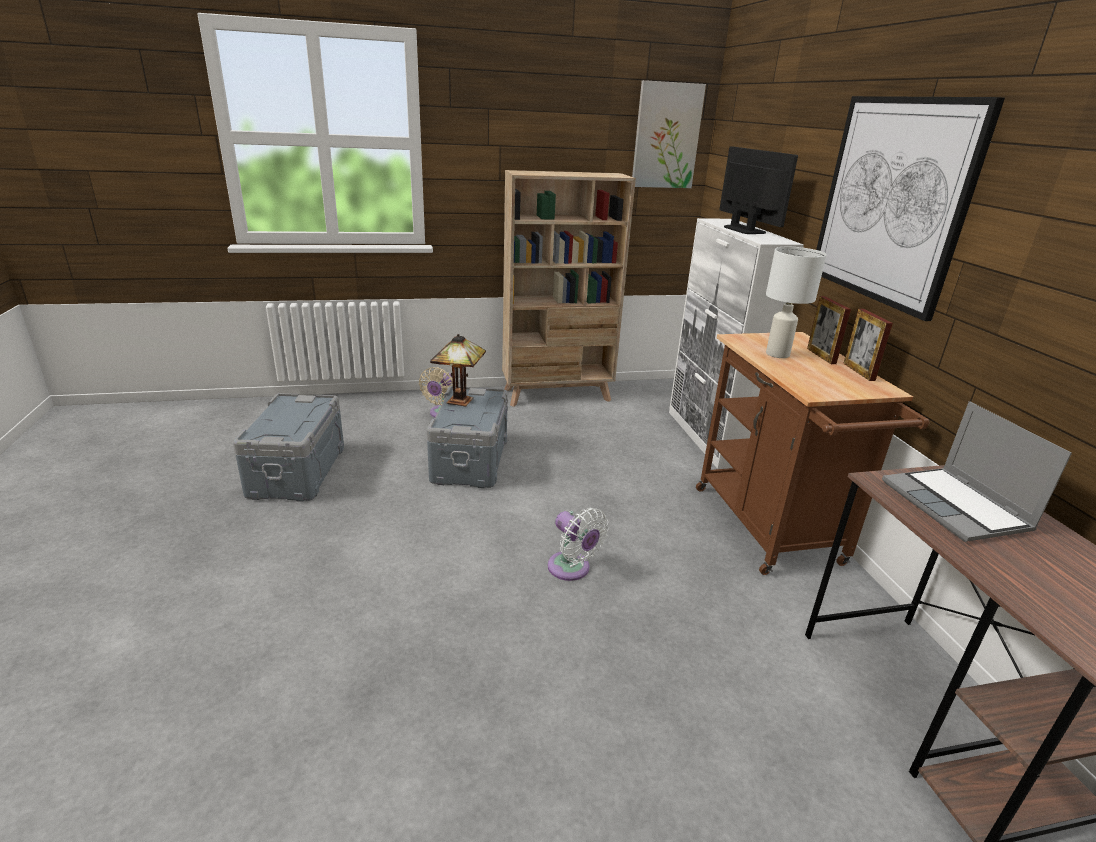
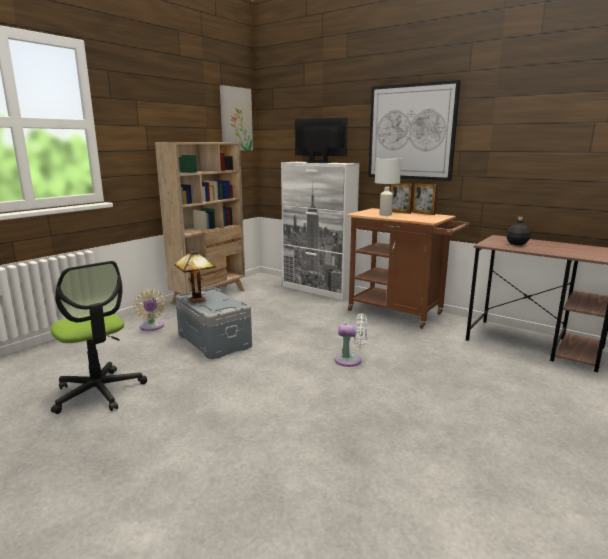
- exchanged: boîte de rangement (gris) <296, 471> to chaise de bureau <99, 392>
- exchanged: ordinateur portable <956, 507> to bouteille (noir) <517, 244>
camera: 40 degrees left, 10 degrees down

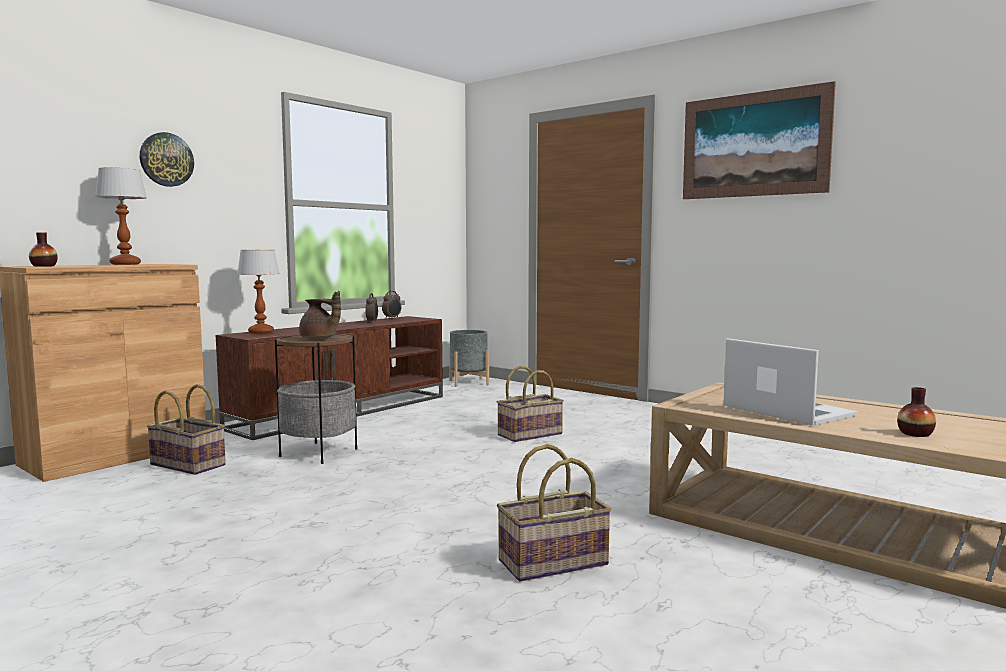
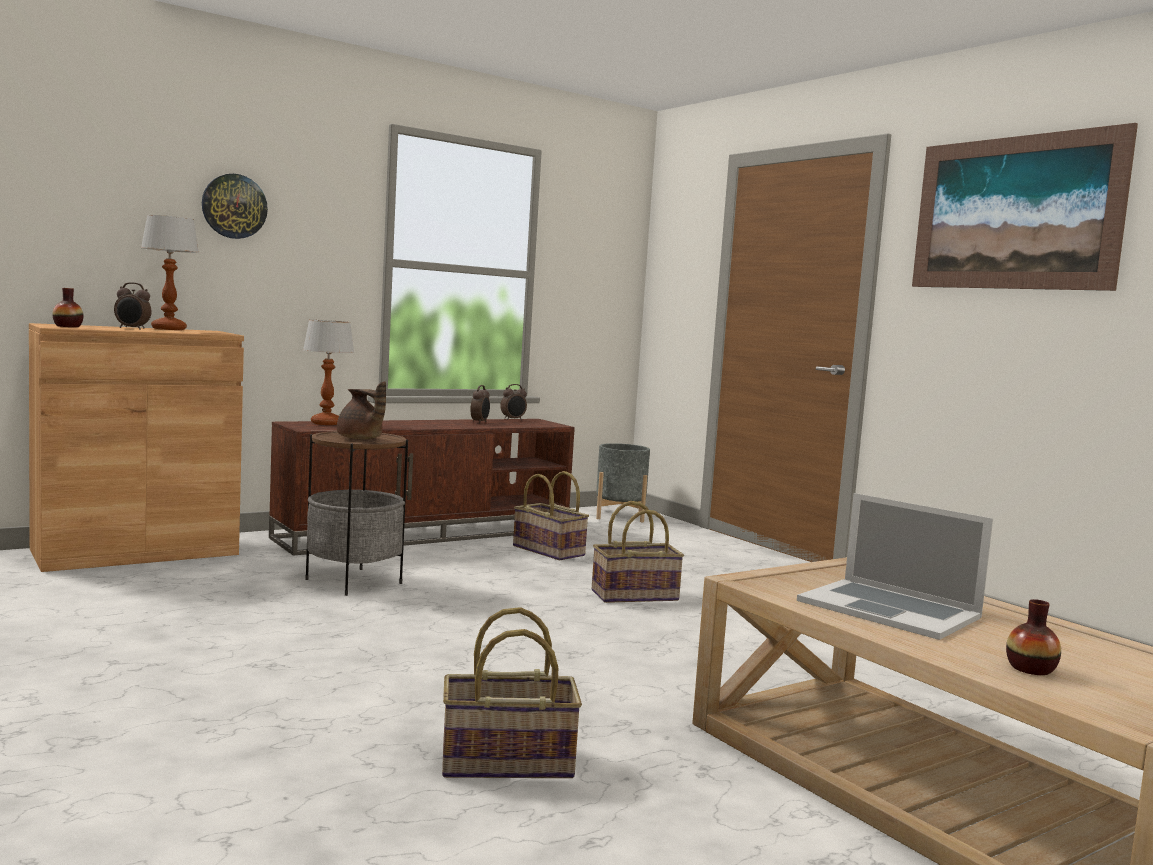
- relocated: panier <189, 464> to <549, 550>
- spun: ordinateur portable <787, 410> = <889, 609> 150 degrees clockwise
- appeared: réveil <132, 329>
camera: 15 degrees right, 0 degrees up

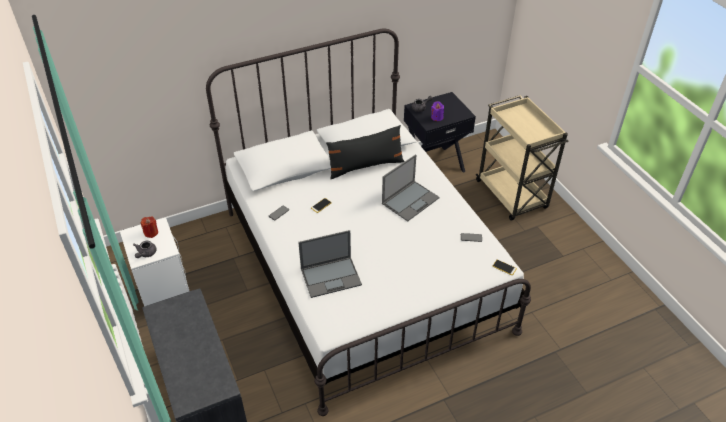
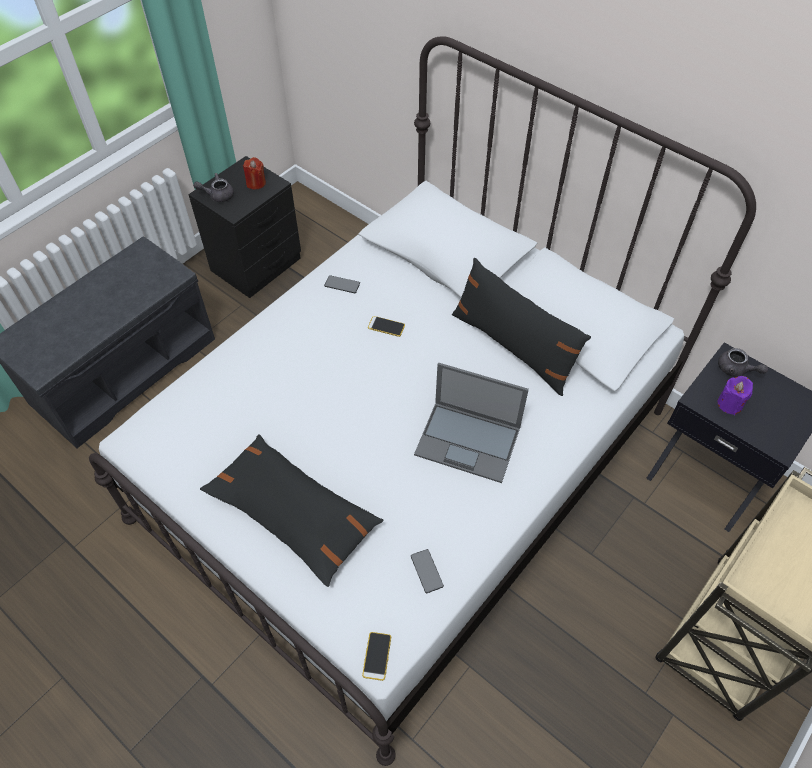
- colour: table de chevet (blanc) <164, 290> to table de chevet (noir) <258, 264>
- missing: ordinateur portable <331, 276>
- appeared: coussin (noir) <293, 513>
camera: 65 degrees right, 10 degrees up

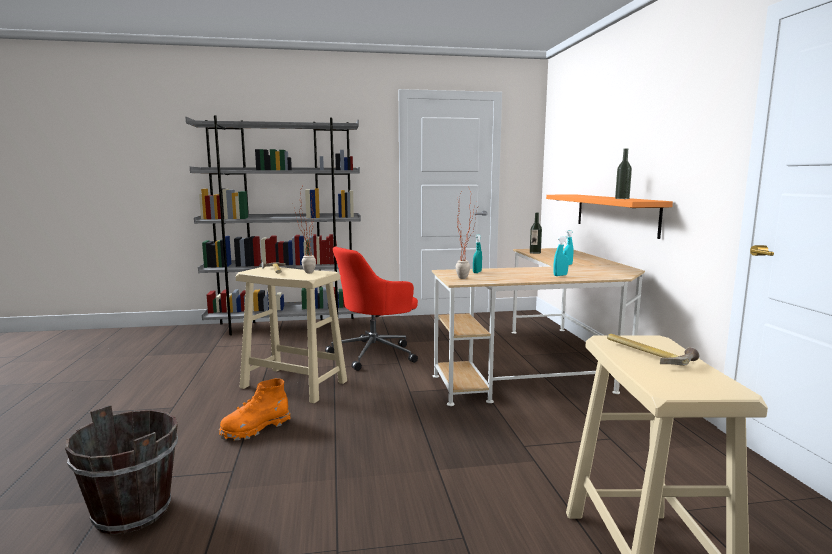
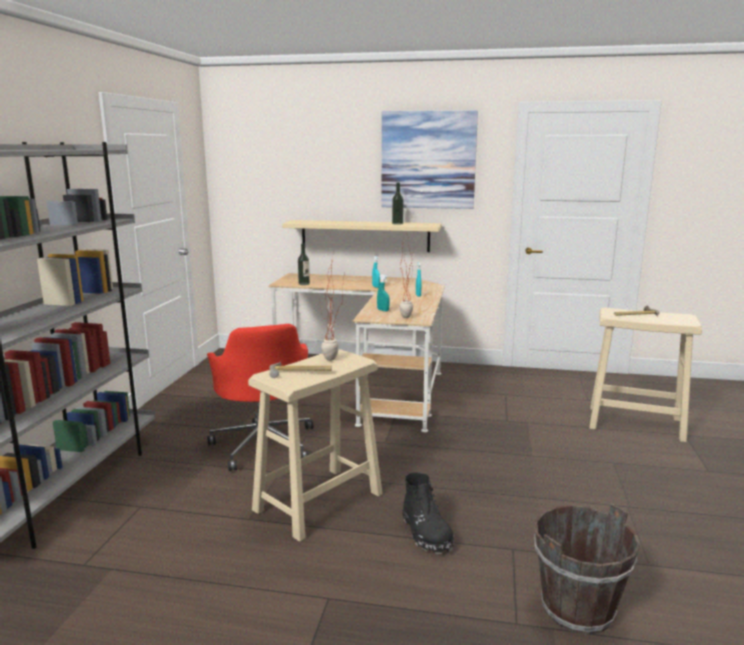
- colour: botte (orange) <255, 428> to botte (noir) <426, 533>
- colour: étagère (orange) <615, 213> to étagère (beige) <365, 235>
- appeared: tableau <428, 160>
camera: 70 degrees left, 5 degrees up

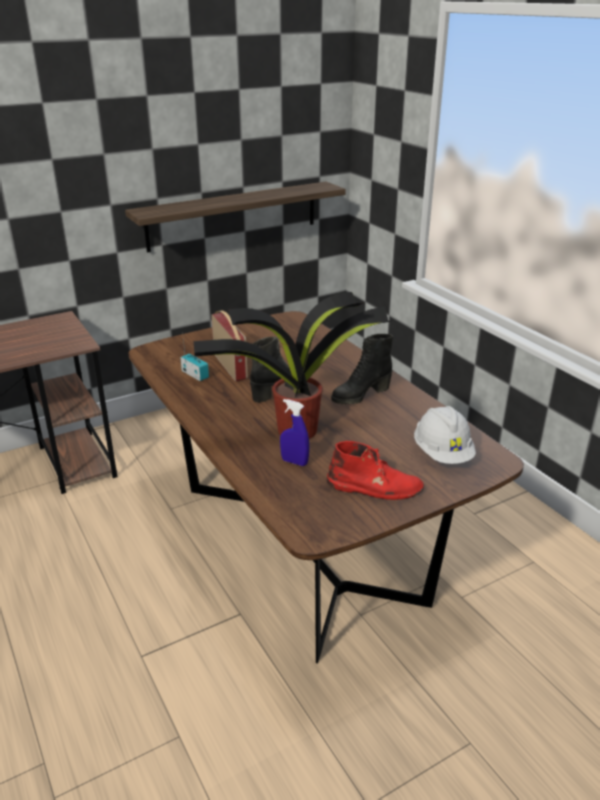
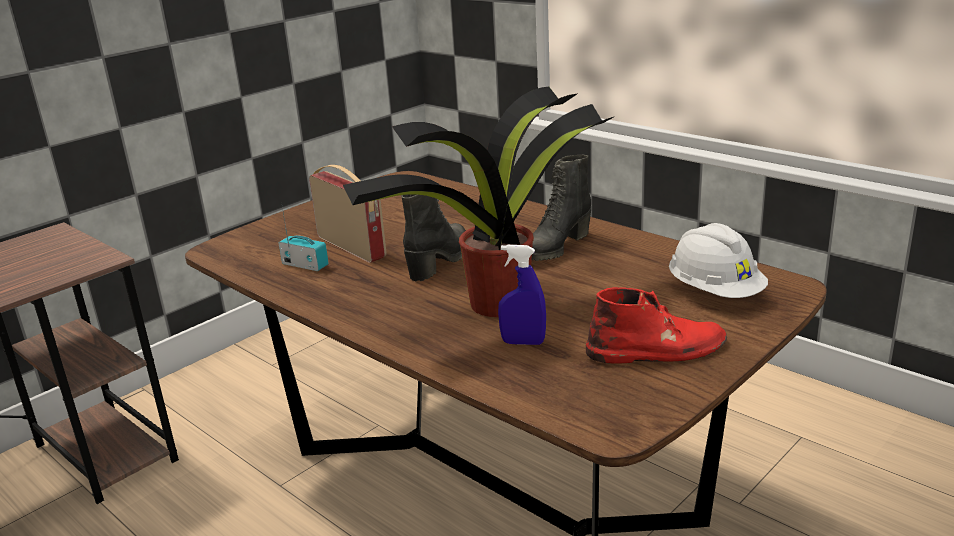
- missing: étagère <233, 216>
camera: 15 degrees left, 5 degrees down

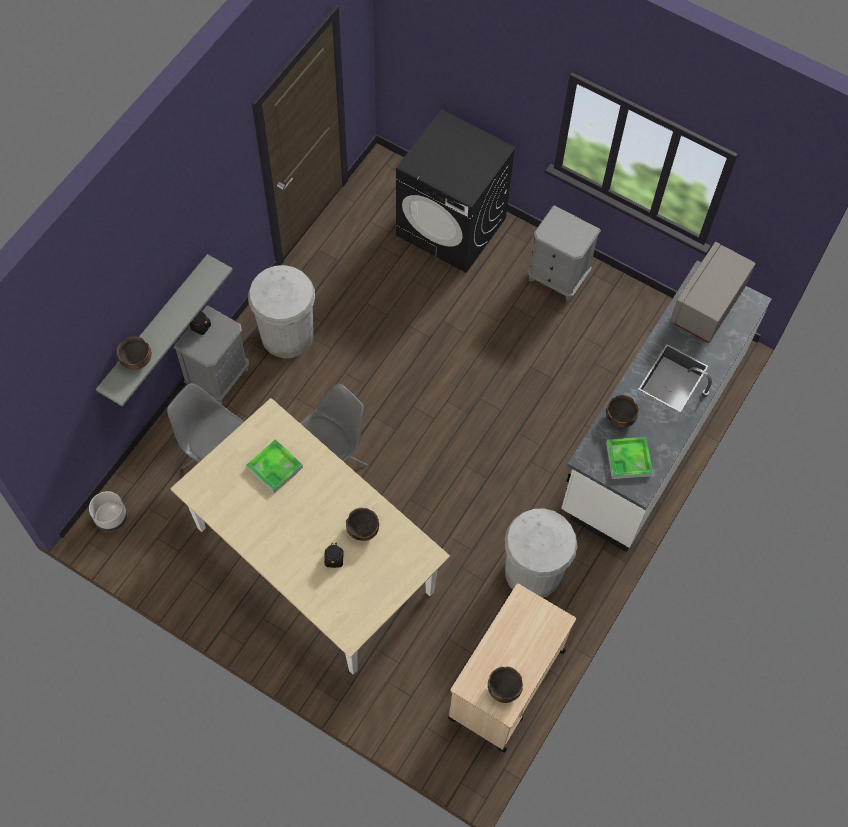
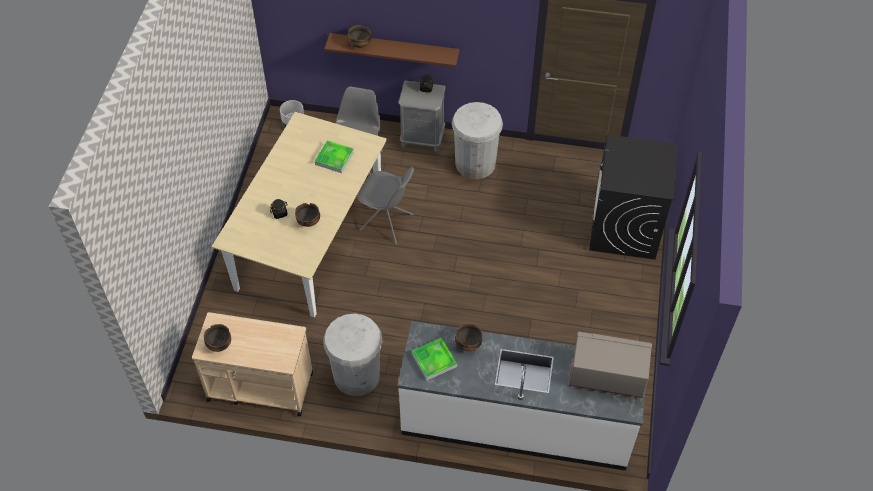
- colour: étagère (gris) <155, 328> to étagère (marron) <394, 49>
- missing: table de chevet (gris) <557, 277>
camera: 70 degrees right, 10 degrees down

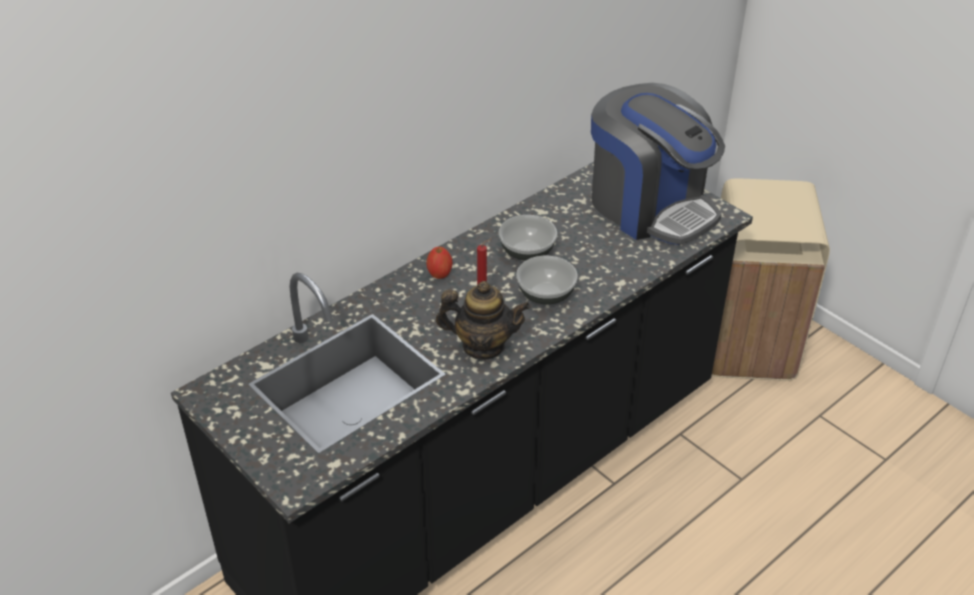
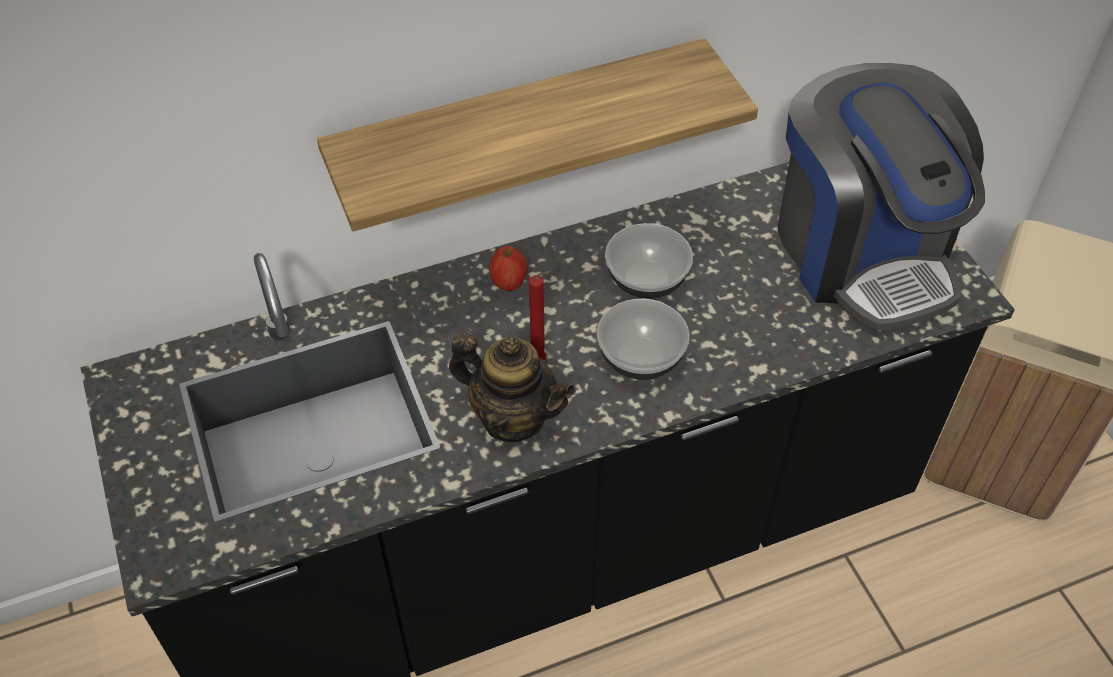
- appeared: étagère <519, 131>
camera: 20 degrees right, 10 degrees up

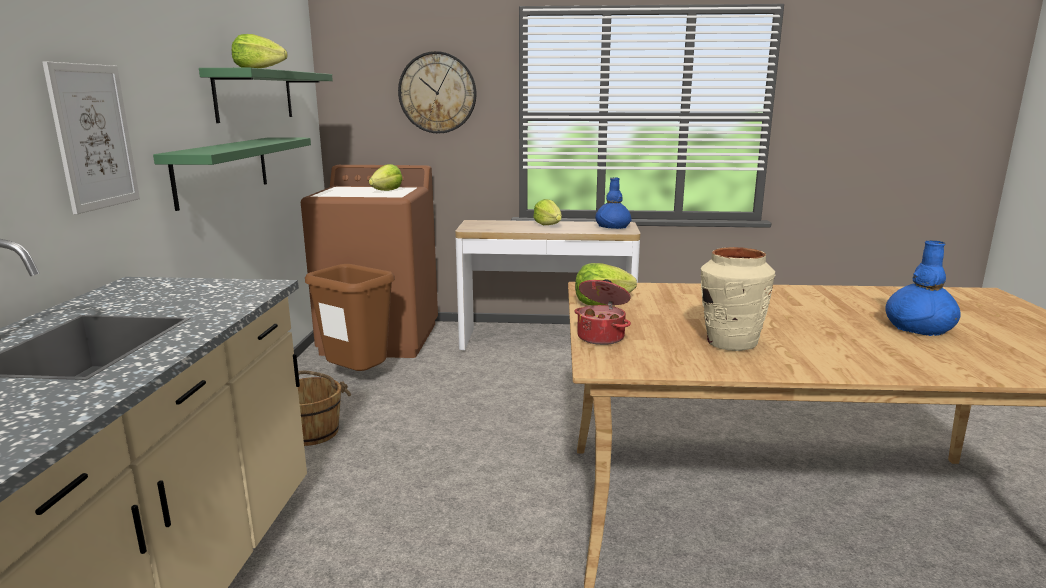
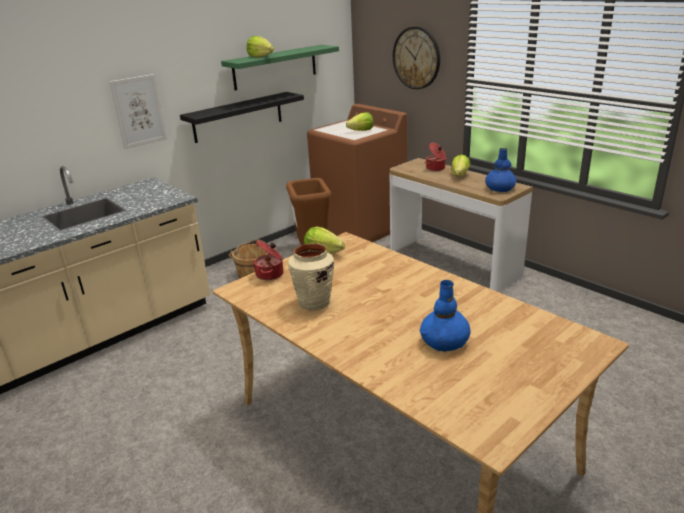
- colour: étagère (vert) <222, 170> to étagère (noir) <238, 117>
- appeared: marmite <436, 168>
camera: 45 degrees right, 10 degrees up

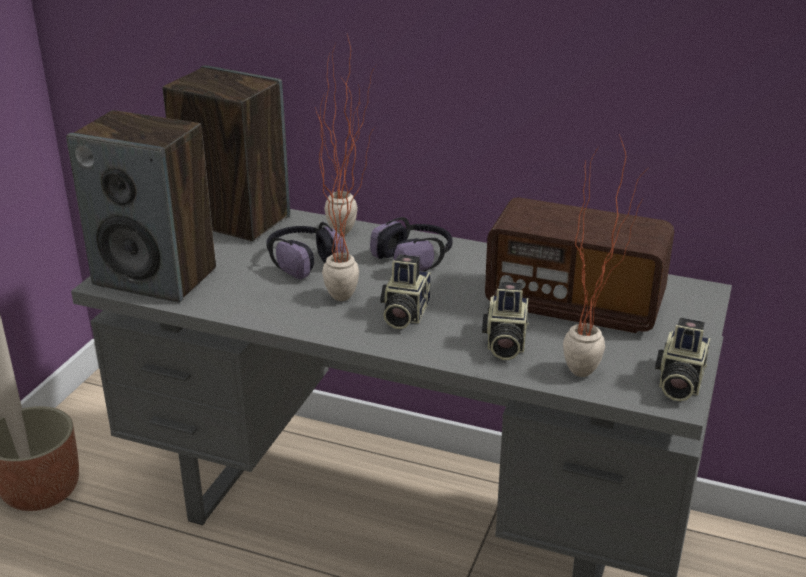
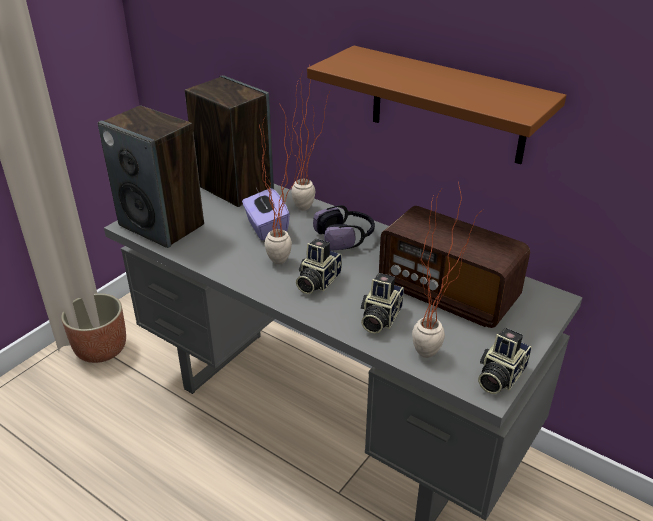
- exchanged: casque audio <303, 261> to boîte à mouchoirs (violet) <266, 228>
- appeared: étagère (marron) <447, 105>
camera: 15 degrees right, 5 degrees up

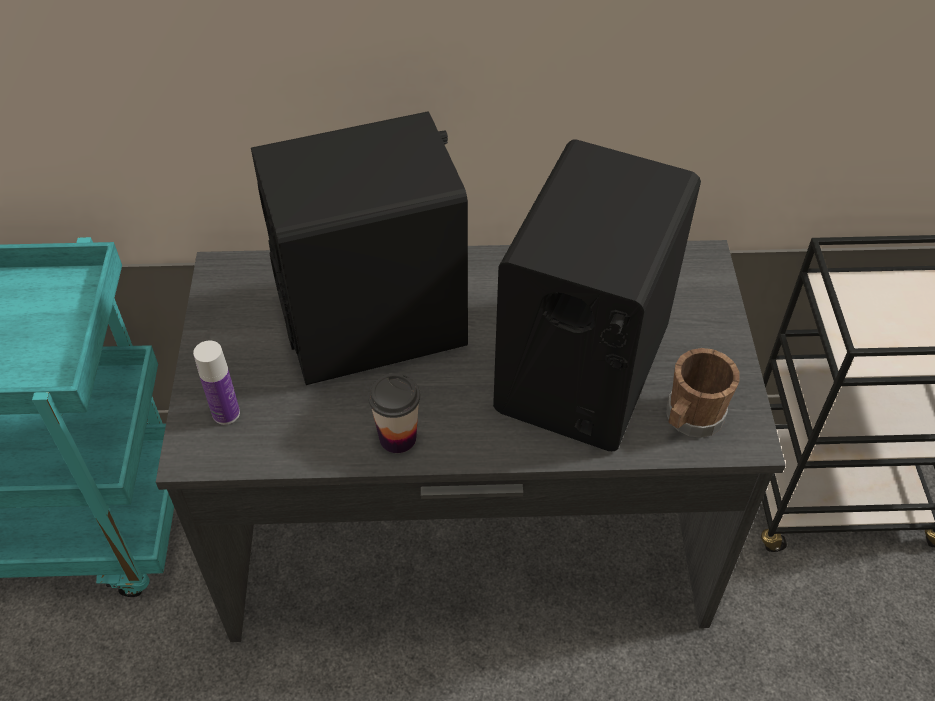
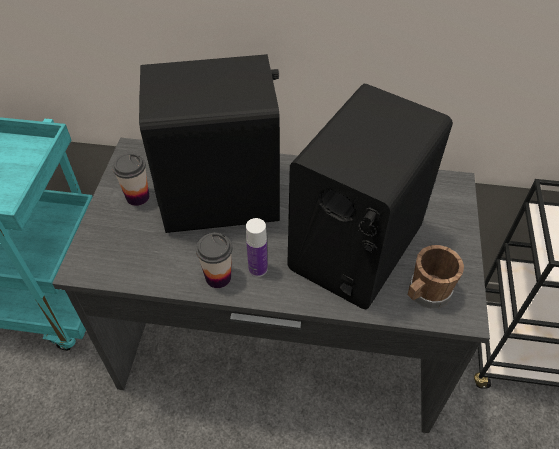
- relocated: bouteille <226, 413> to <258, 269>
- appeared: tasse <137, 197>
camera: 10 degrees right, 0 degrees up

